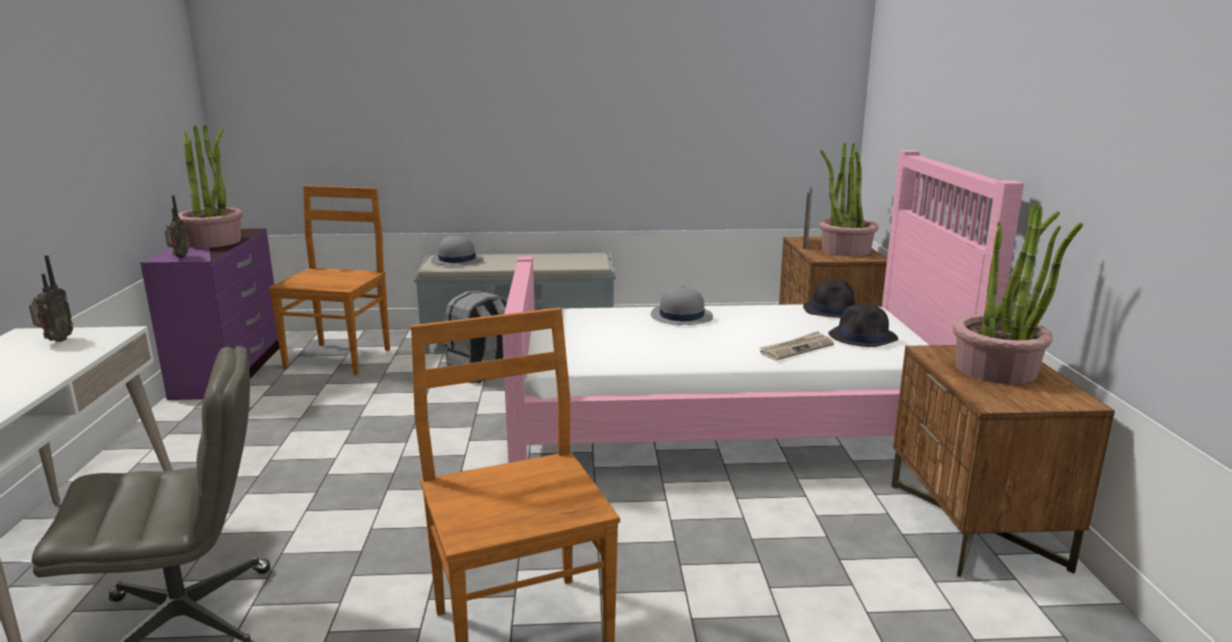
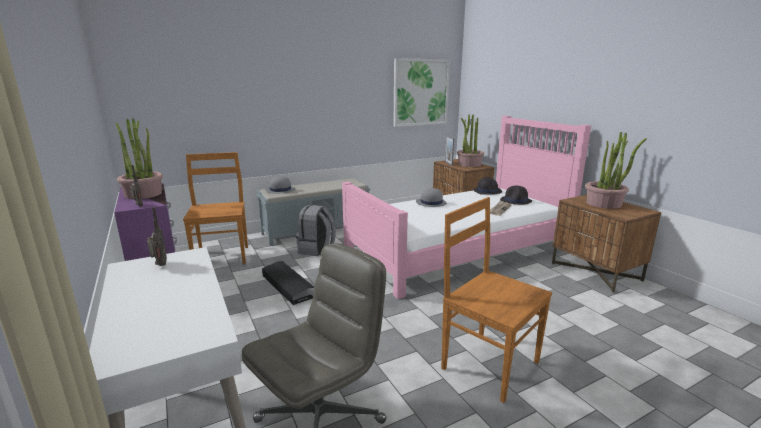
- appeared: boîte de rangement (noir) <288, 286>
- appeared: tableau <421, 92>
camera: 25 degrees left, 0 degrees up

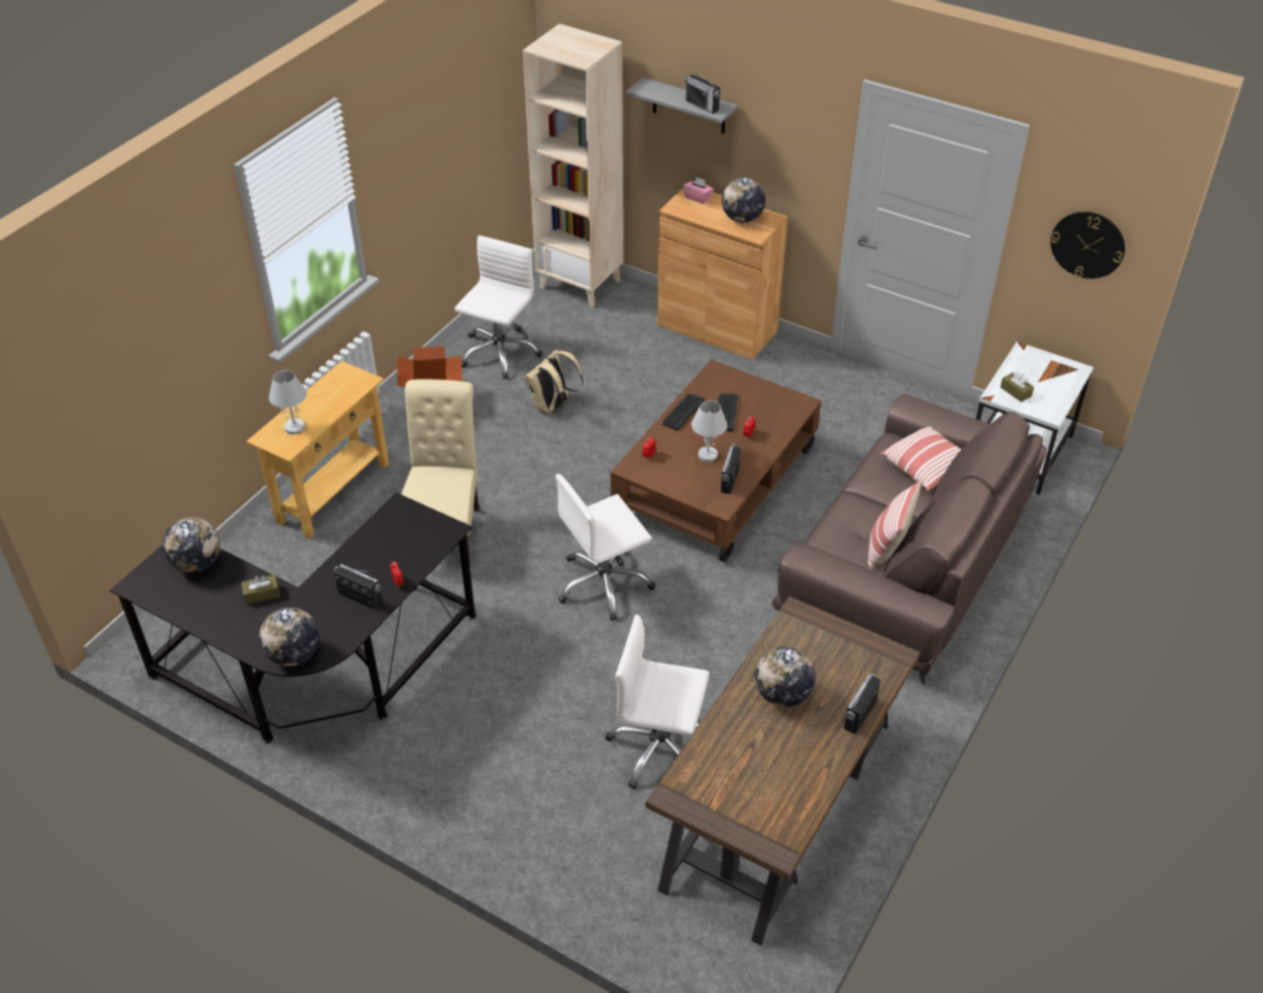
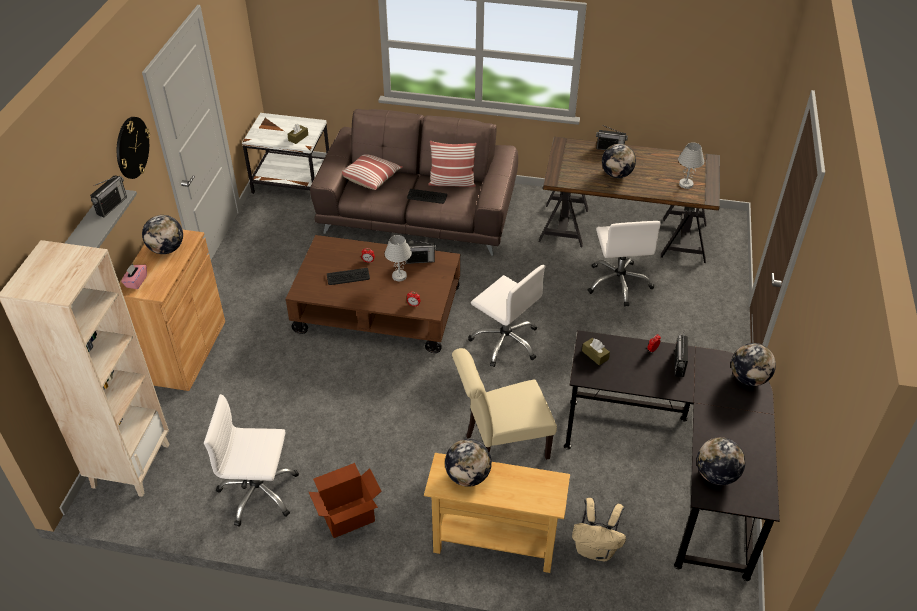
- relocated: boîte à mouchoirs (marron) <261, 594> to <595, 355>
- relocated: lampe de table (blanc) <295, 428> to <686, 184>
- relocated: sac à dos (beige) <553, 406> to <595, 549>
- relocated: clavier <683, 412> to <427, 197>
- relocated: horloge murale <1087, 244> to <132, 147>
- appeared: globe <468, 476>
camera: 110 degrees left, 0 degrees up

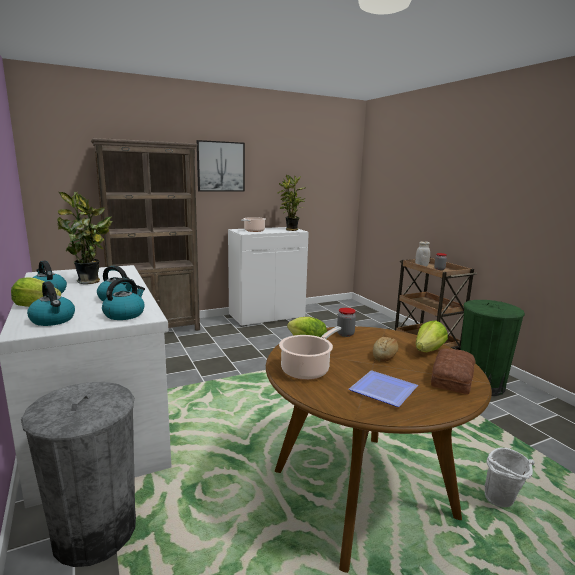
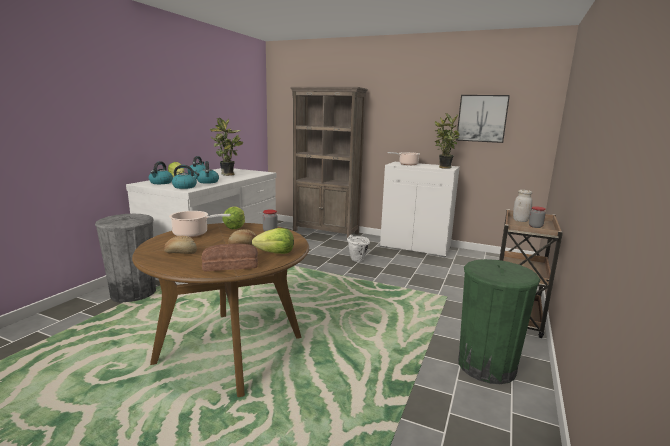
- relocated: tableau <220, 166> to <482, 118>
- exchanged: assiette <384, 392> to pain <181, 252>
- relocated: seau (blanc) <502, 503> to <356, 260>
camera: 50 degrees right, 0 degrees up

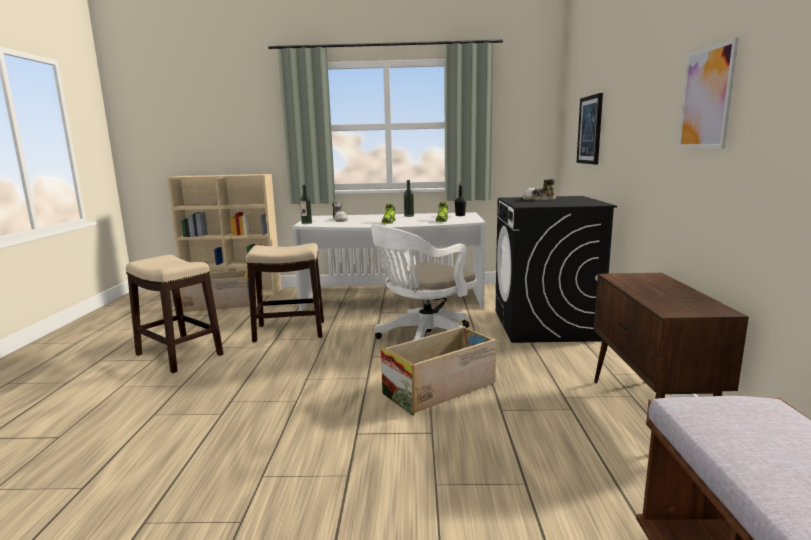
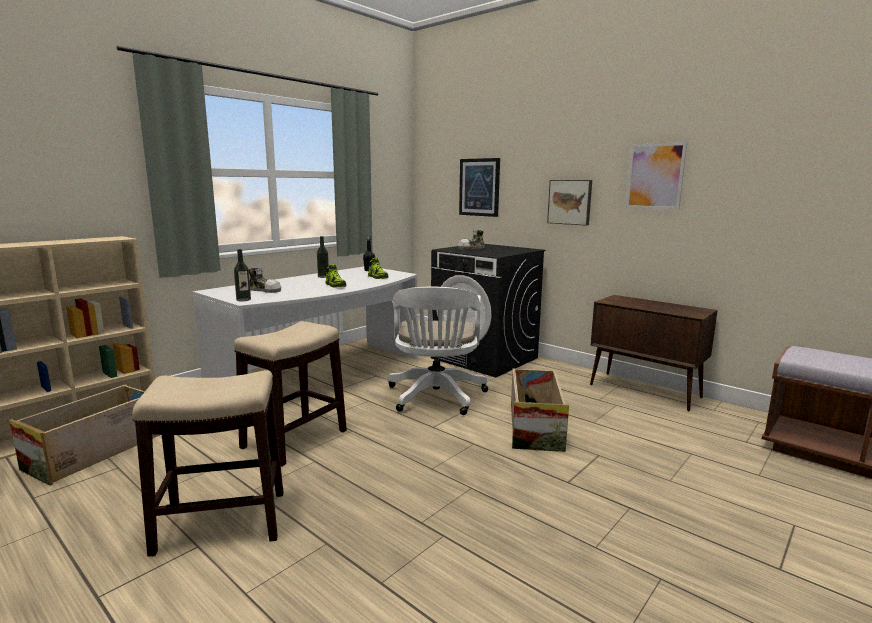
- appeared: tableau <570, 202>
camera: 50 degrees left, 0 degrees up

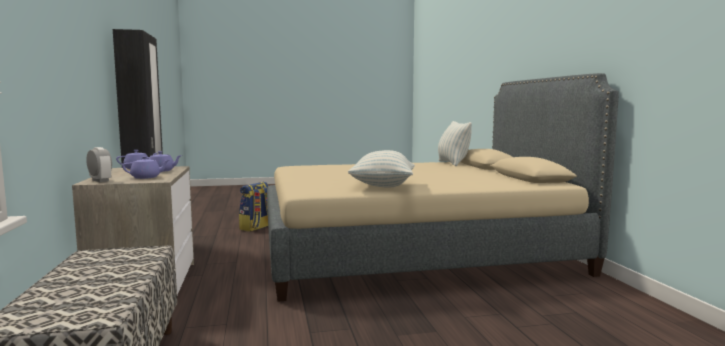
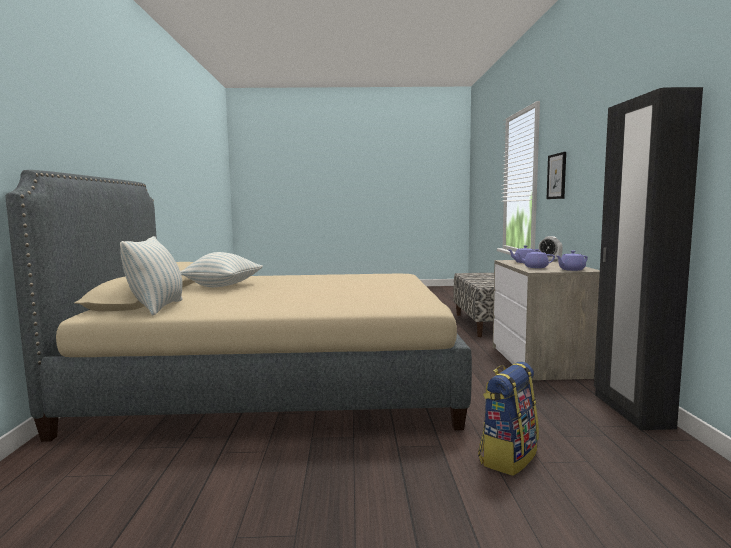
- relocated: coussin <382, 186> to <223, 286>
- appeared: tableau <557, 176>
camera: 170 degrees left, 0 degrees up

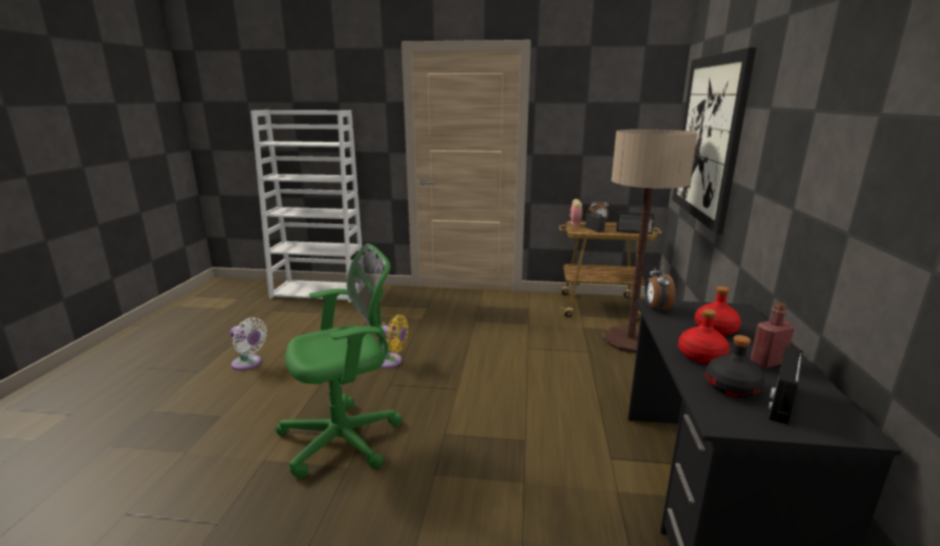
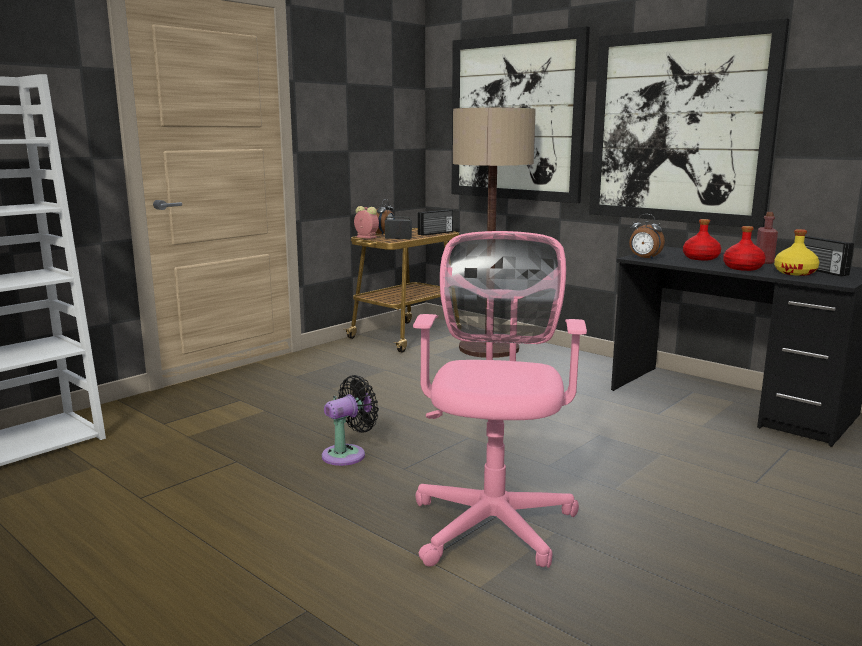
- missing: ventilateur (blanc) <248, 364>
- colour: chaise de bureau (vert) <346, 438> to chaise de bureau (rose) <494, 520>
- colour: ventilateur (jaune) <391, 361> to ventilateur (noir) <348, 454>
- colour: bouteille (noir) <732, 387> to bouteille (jaune) <795, 273>
- appeared: tableau <679, 127>
camera: 55 degrees left, 5 degrees down

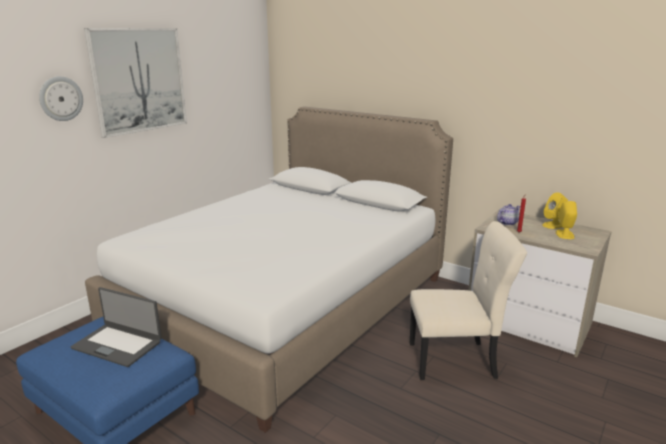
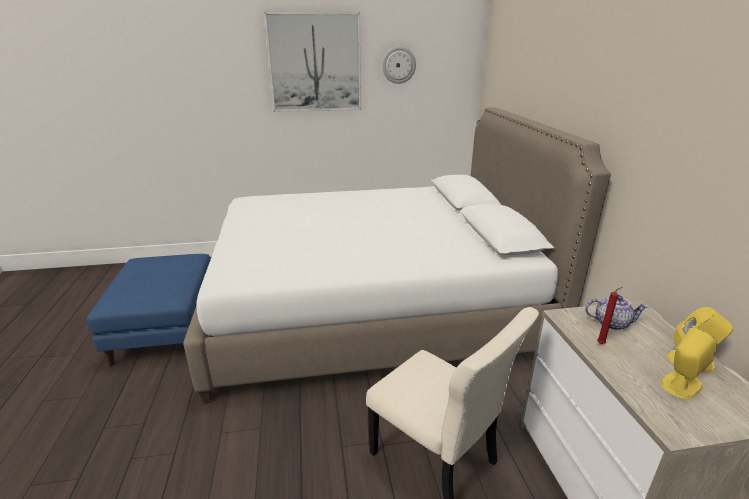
- relocated: horloge murale <61, 98> to <398, 65>
- missing: ordinateur portable <118, 344>
camera: 45 degrees right, 5 degrees up

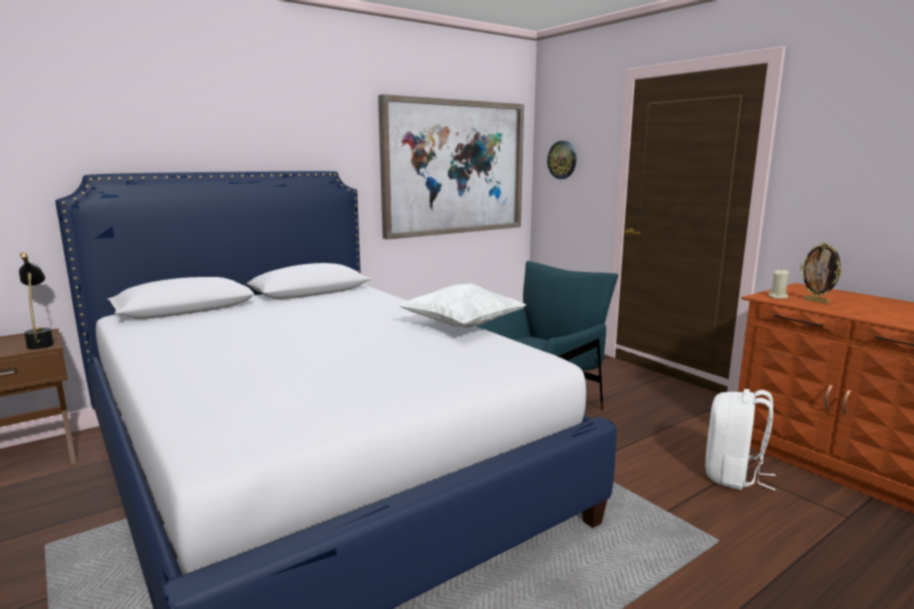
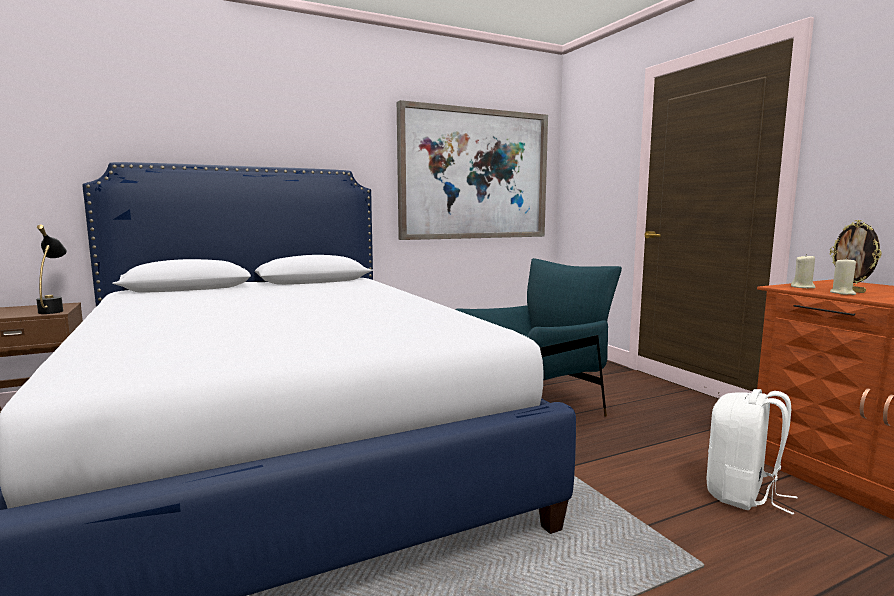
- missing: coussin (blanc) <462, 326>
- missing: horloge murale <562, 160>
- appeared: bougie (beige) <842, 293>
camera: 10 degrees right, 5 degrees down

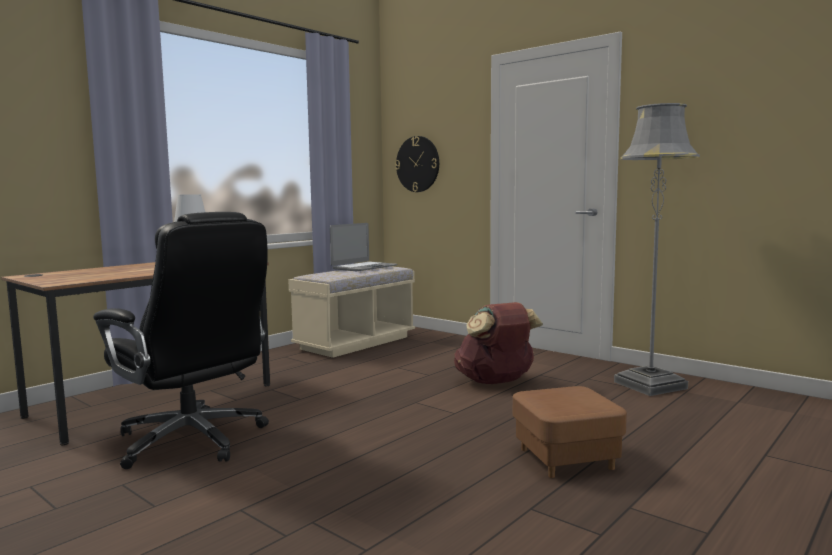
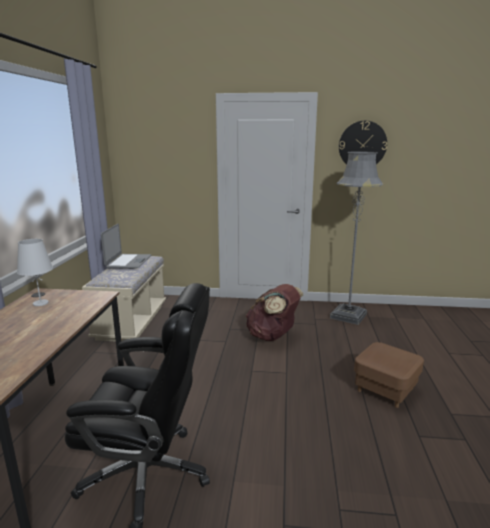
- relocated: horloge murale <417, 164> to <362, 145>
camera: 35 degrees left, 10 degrees up

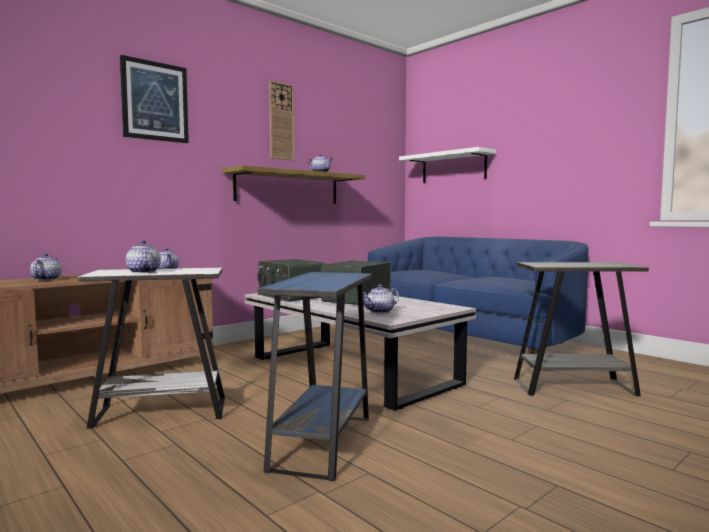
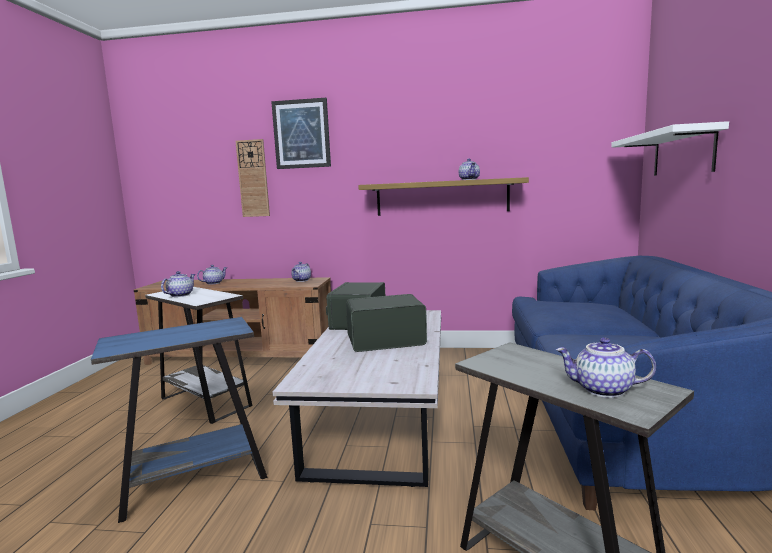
- relocated: horloge murale <281, 121> to <253, 178>
- relocated: théière <380, 312> to <602, 390>
camera: 50 degrees right, 5 degrees up

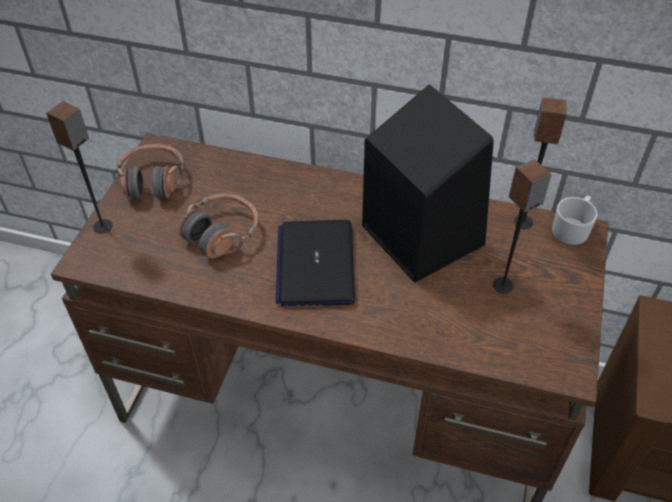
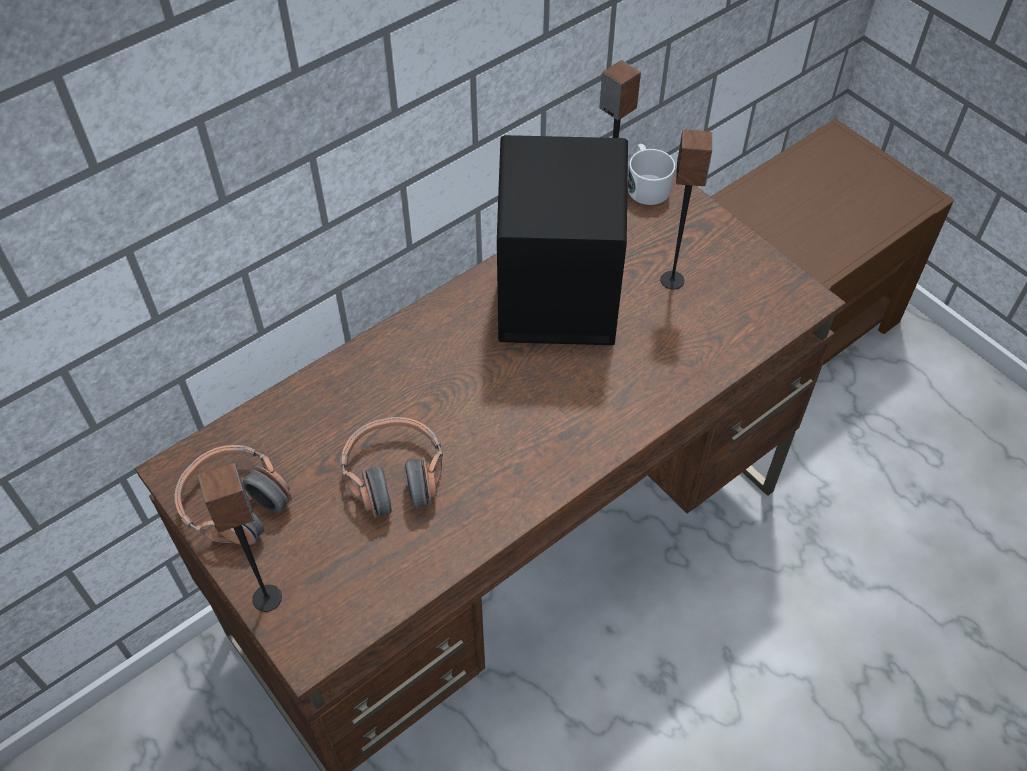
- missing: ordinateur portable <315, 263>
camera: 55 degrees left, 5 degrees up

